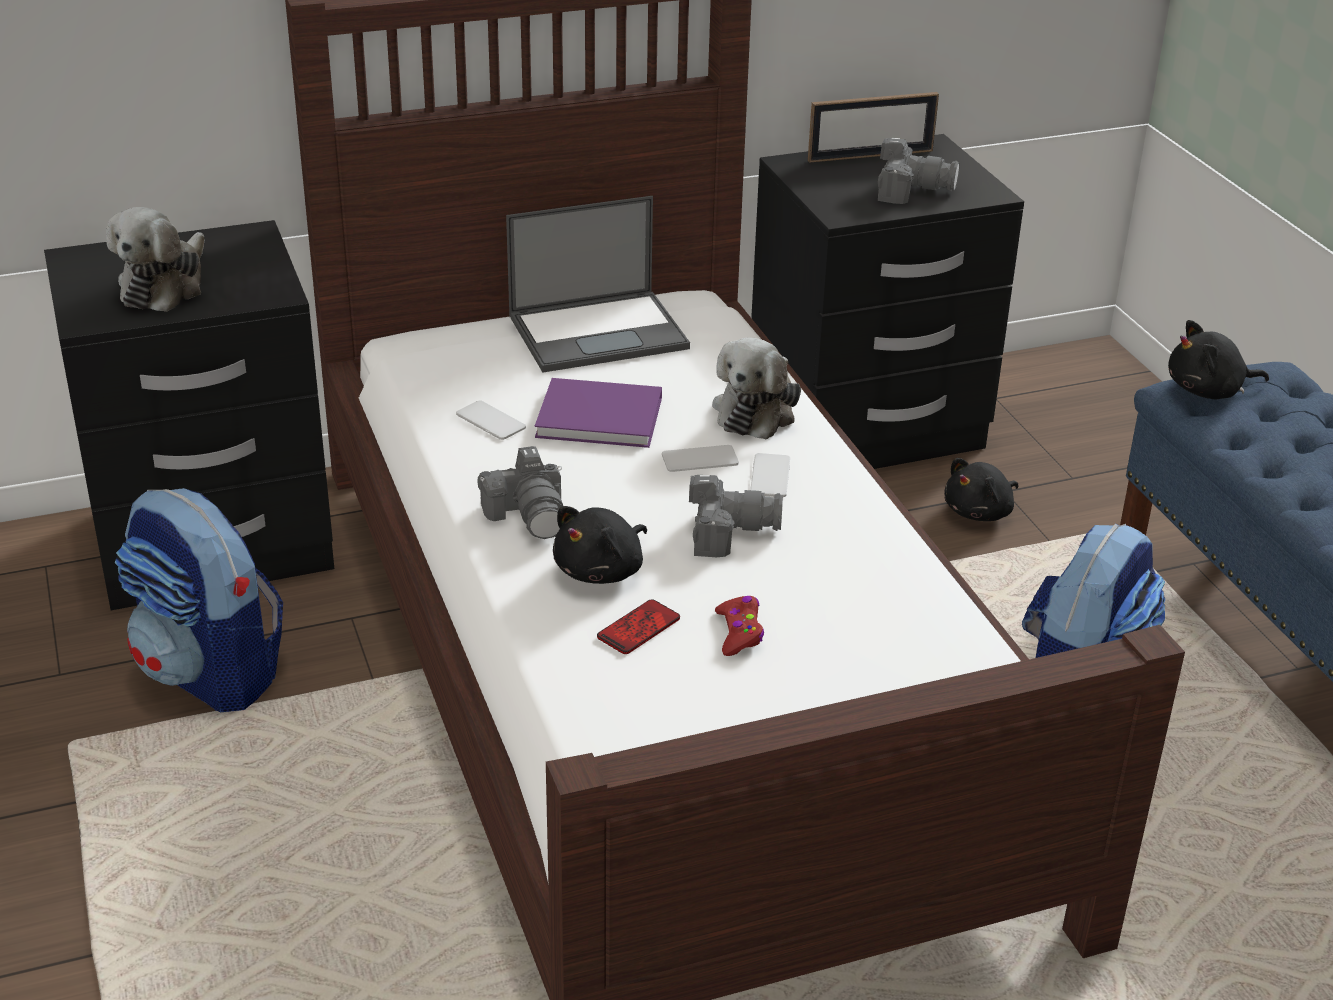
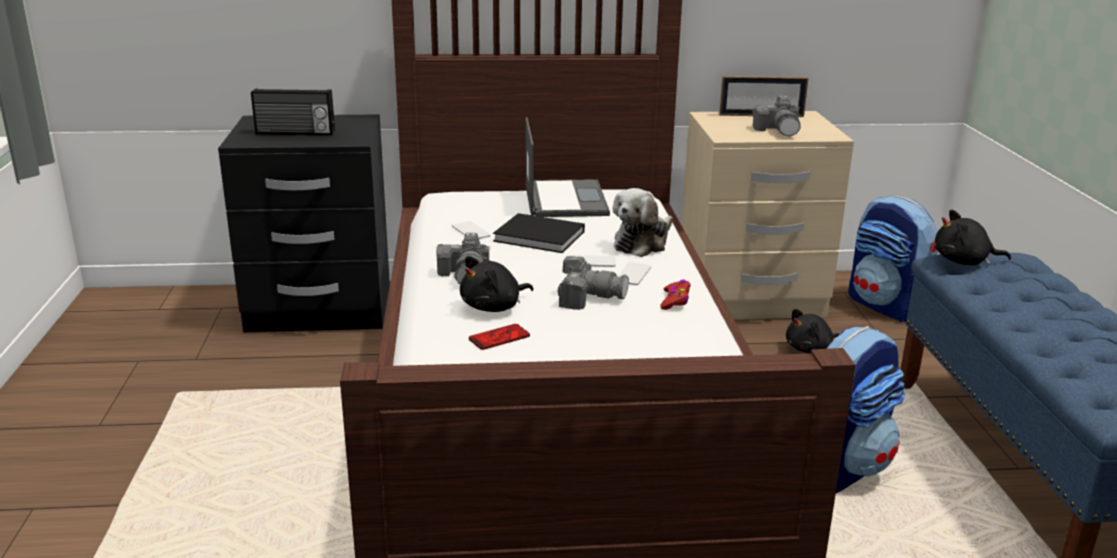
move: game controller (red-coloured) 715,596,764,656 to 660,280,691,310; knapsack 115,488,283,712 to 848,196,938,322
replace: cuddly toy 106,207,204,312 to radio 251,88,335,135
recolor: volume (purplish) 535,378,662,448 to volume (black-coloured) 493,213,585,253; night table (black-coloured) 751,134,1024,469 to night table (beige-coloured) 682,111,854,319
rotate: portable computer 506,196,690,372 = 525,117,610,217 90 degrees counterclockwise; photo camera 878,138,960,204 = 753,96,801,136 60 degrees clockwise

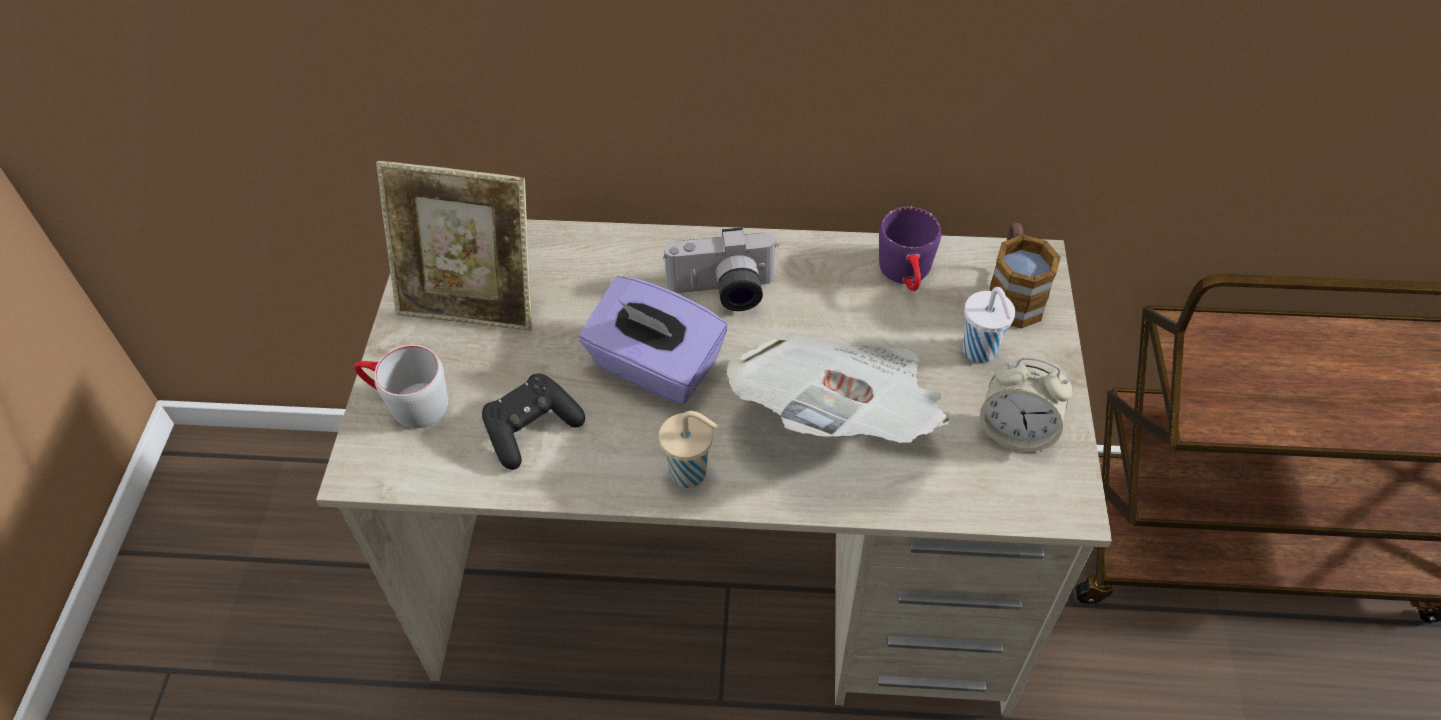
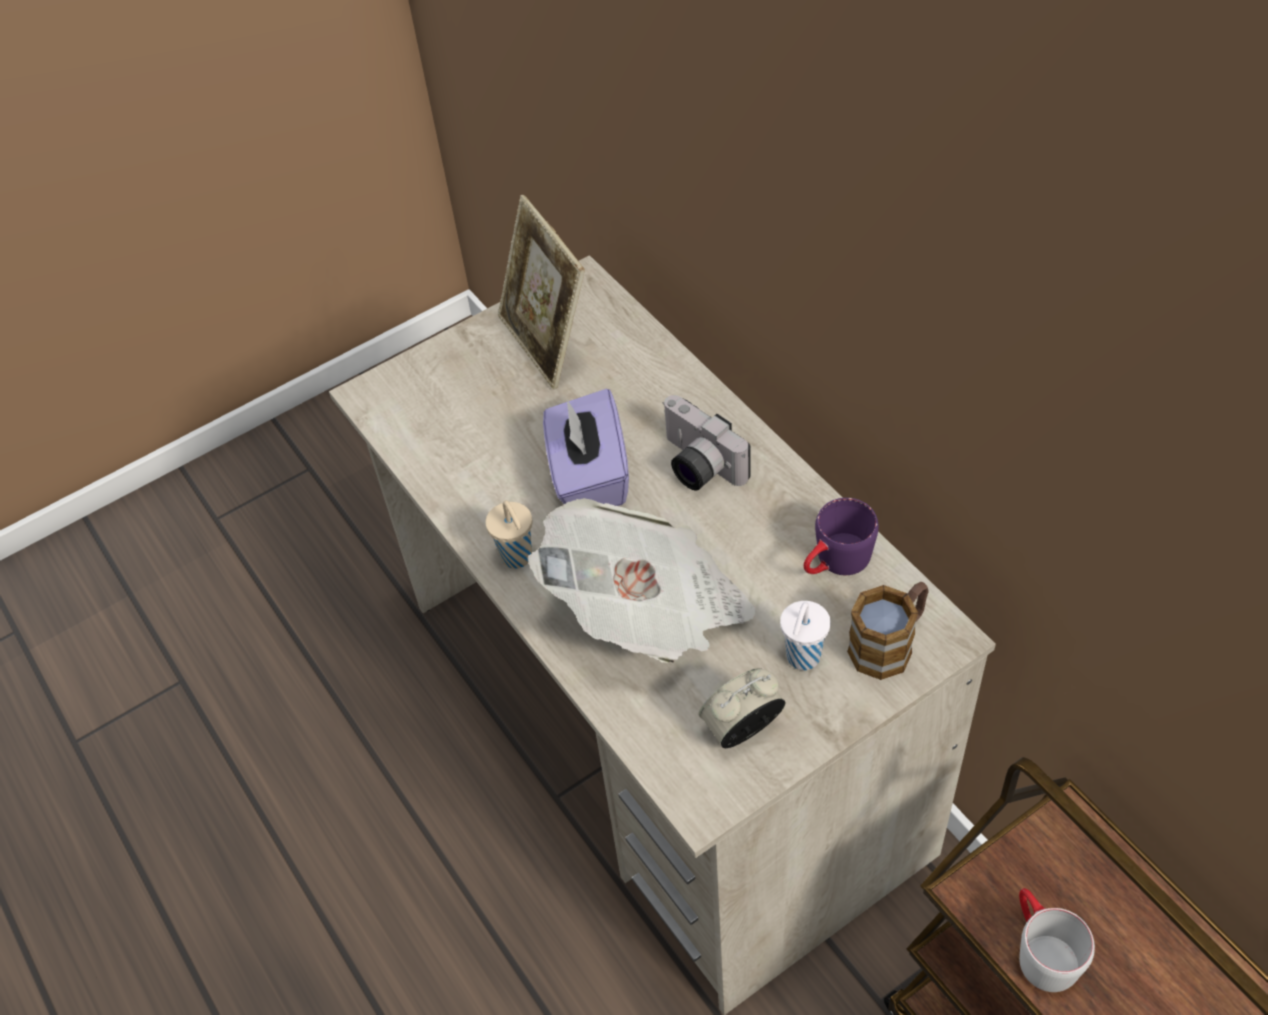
delete: game controller (black-coloured) 482,374,585,470
move: coffee mug (gray) 354,345,448,428 to 1019,888,1095,992
rotate: table clock 980,357,1073,452 = 698,668,785,748 75 degrees clockwise

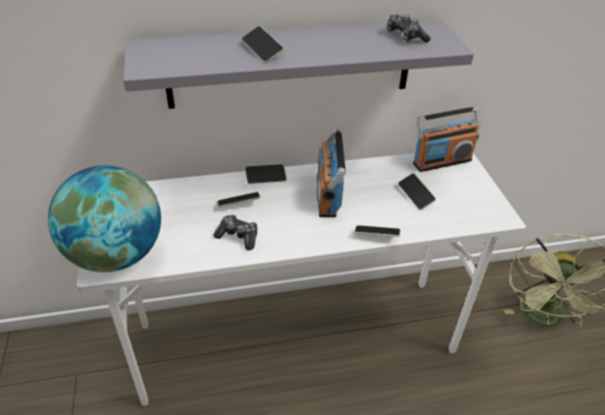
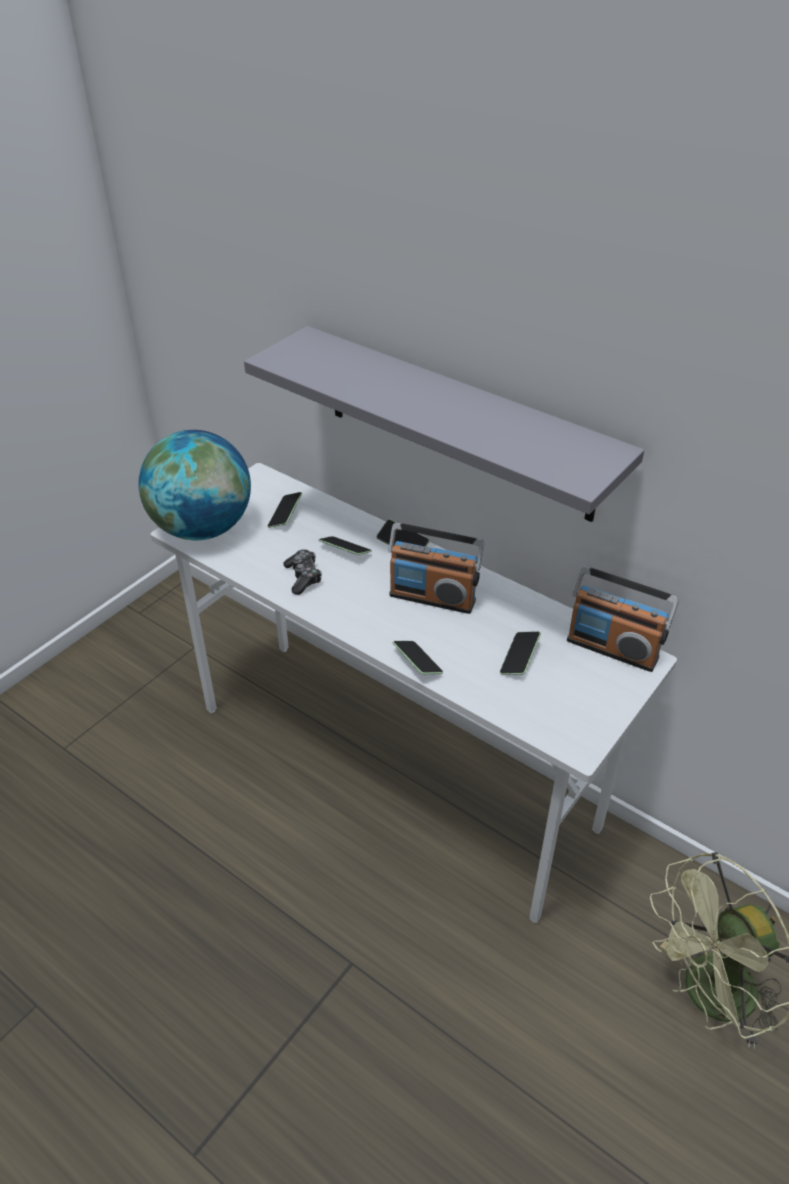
delete: game controller 387,14,431,43
move: phone 242,26,284,63 to 268,492,302,528
rotate: radio 317,128,346,217 = 388,522,484,614 120 degrees counterclockwise

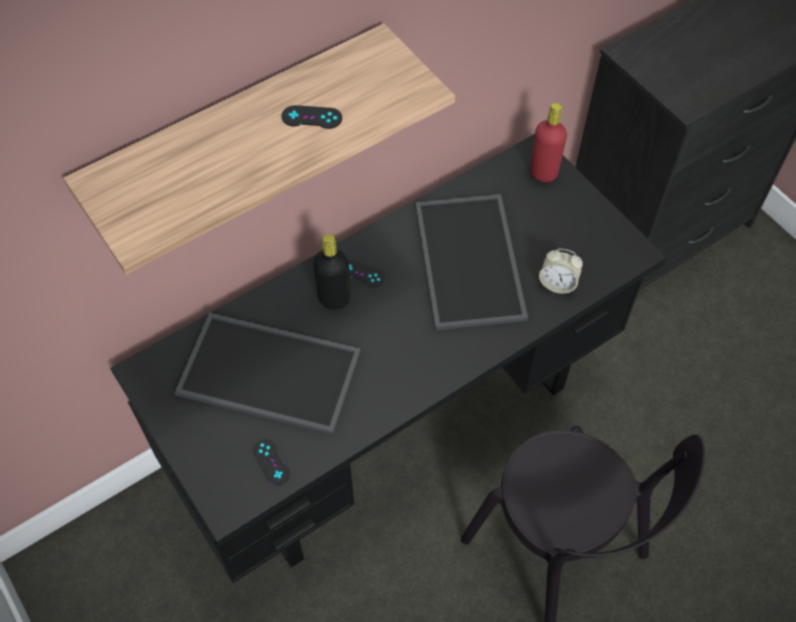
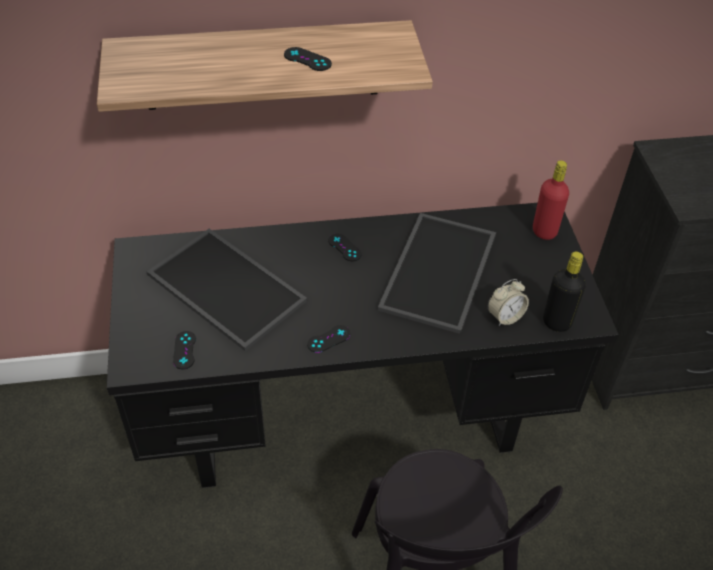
insert: game controller (black-coloured) 307,325,350,353
move: drink bottle (black-coloured) 313,234,350,310 to 543,252,586,332
rotate: table clock 539,249,583,294 = 488,279,529,326 75 degrees counterclockwise

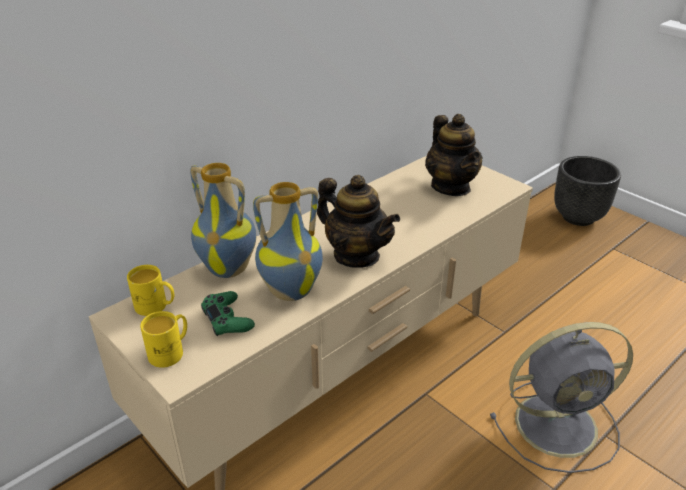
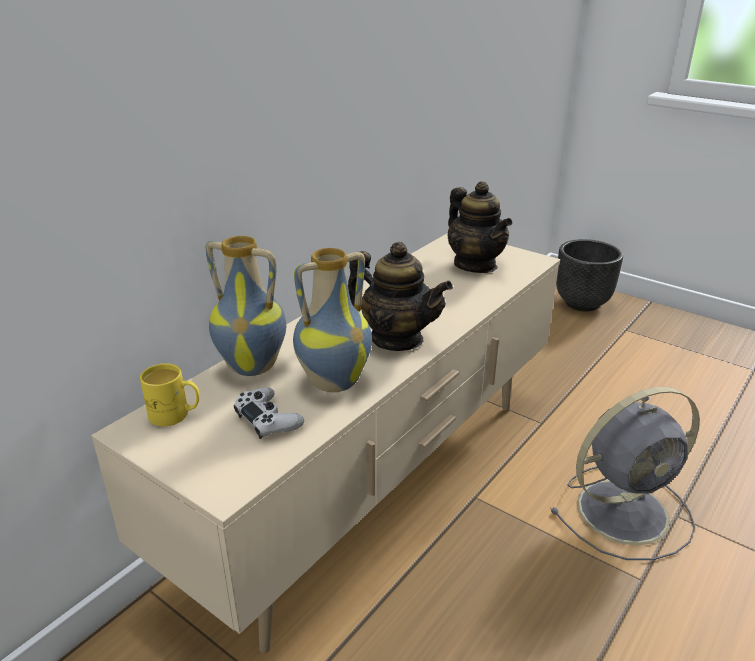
delete: coffee mug (yellow-coloured) 140,311,187,368
recolor: game controller (green-coloured) 201,291,255,336 to game controller (whitish) 234,387,304,439

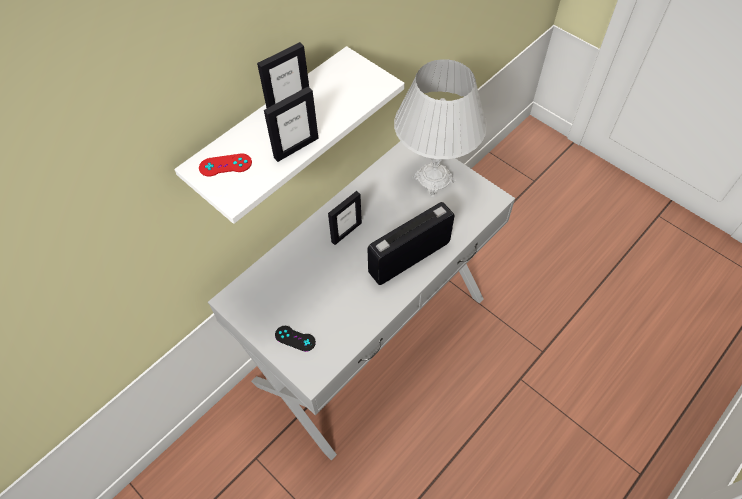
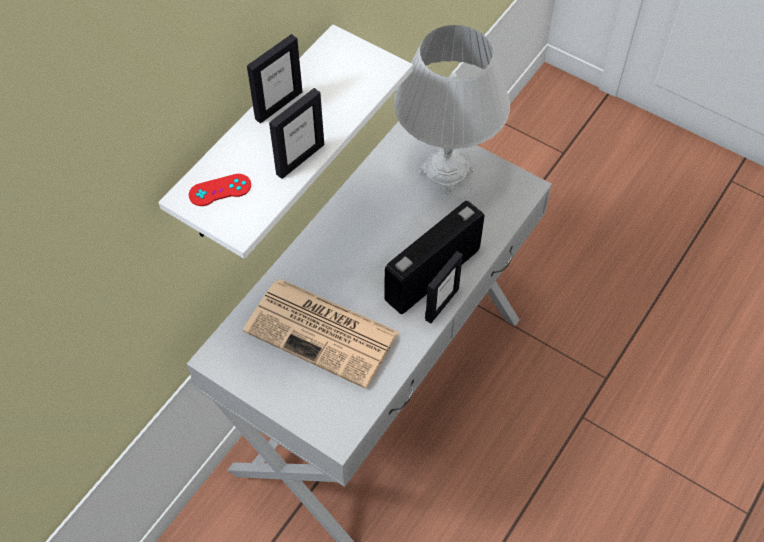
delete: game controller (black-coloured) 275,326,316,352
insert: daily paper 243,279,399,389
move: photo frame 328,191,362,245 to 425,251,463,323

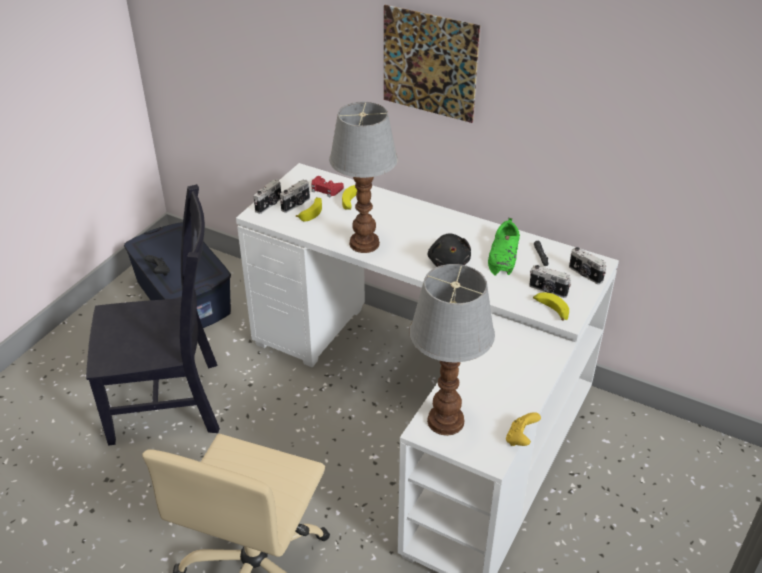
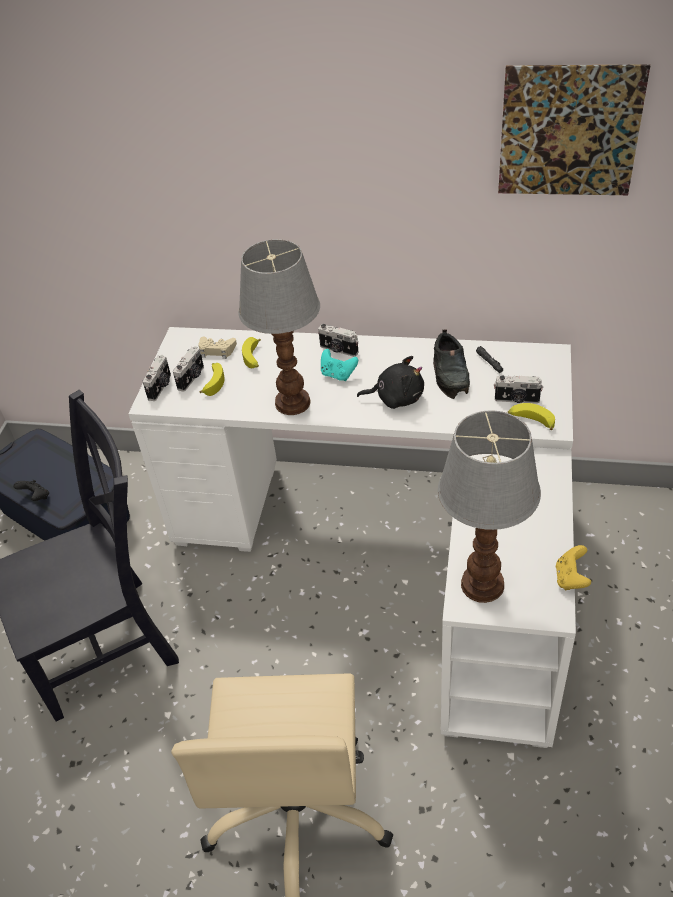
insert: game controller (turquoise-coloured) 321,349,358,381
move: photo camera 569,247,606,284 to 318,324,358,357; wall art 384,5,480,123 to 498,64,650,195
recolor: game controller (red-coloured) 311,176,344,197 to game controller (beige-coloured) 198,336,237,359; item of footwear (green-coloured) 488,218,520,276 to item of footwear (black-coloured) 433,329,470,399
rotate: cuddly toy (black-coloured) 428,233,471,267 = 357,356,424,409 60 degrees counterclockwise

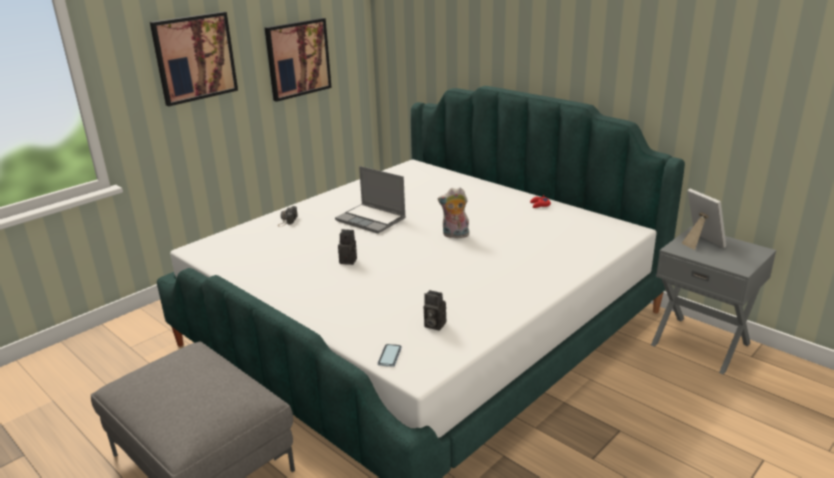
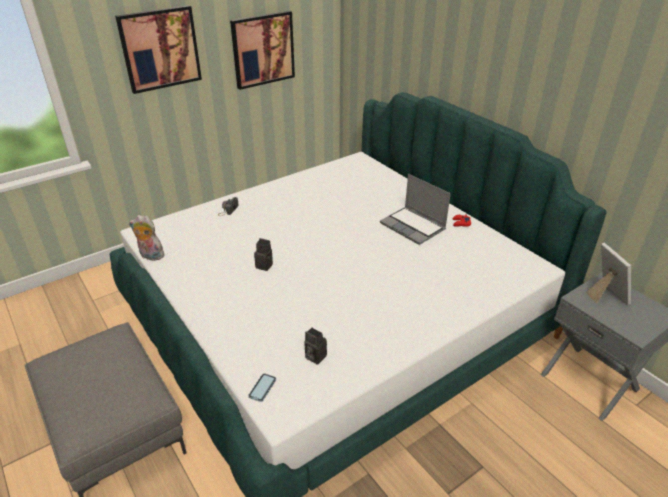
move: cuddly toy 438,188,469,238 to 129,215,164,261; portable computer 335,166,406,234 to 380,174,451,245

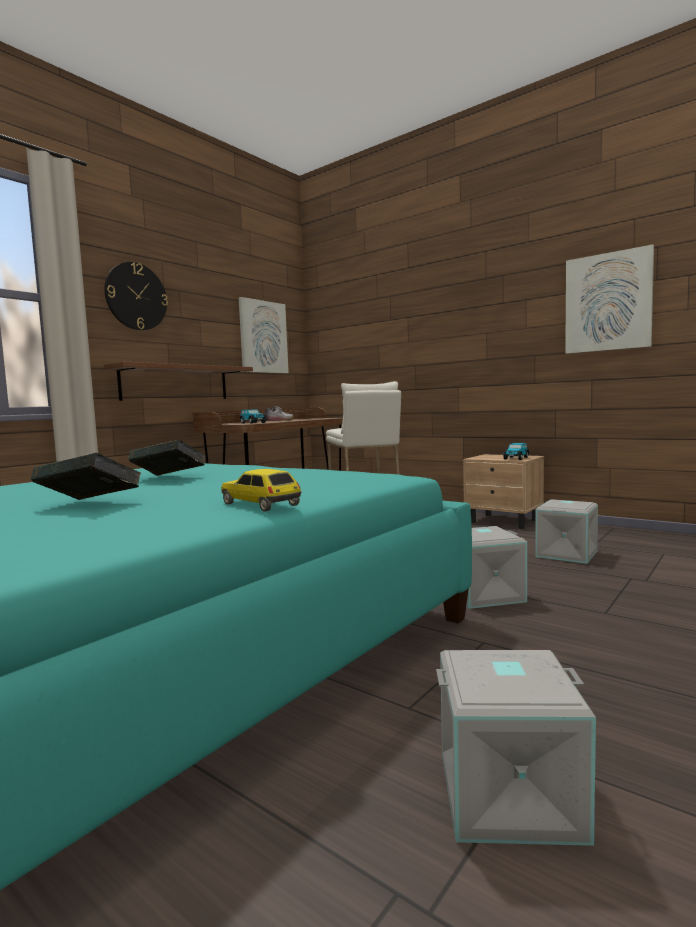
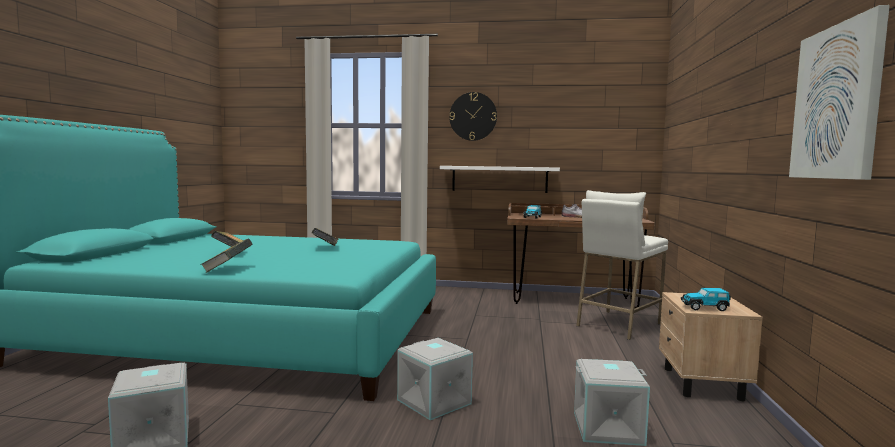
delete: wall art 239,297,289,373
replace: model car 221,469,302,512 to volume 200,238,253,273
recolor: wall shelf (brown) 103,362,253,401 to wall shelf (whitish) 440,166,560,193

